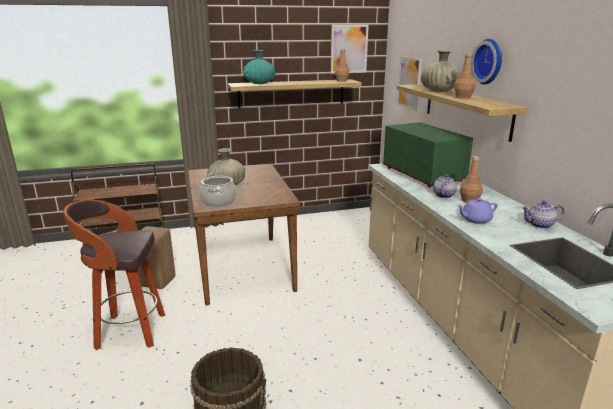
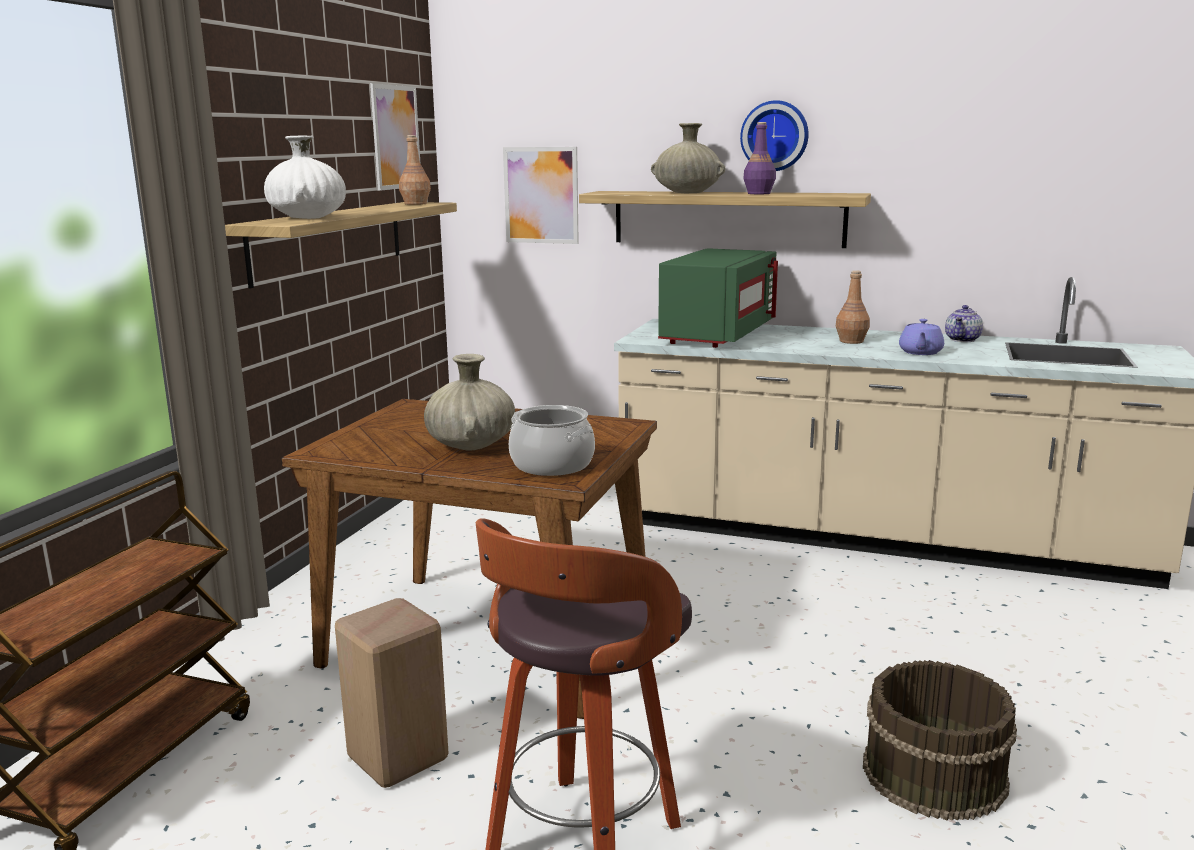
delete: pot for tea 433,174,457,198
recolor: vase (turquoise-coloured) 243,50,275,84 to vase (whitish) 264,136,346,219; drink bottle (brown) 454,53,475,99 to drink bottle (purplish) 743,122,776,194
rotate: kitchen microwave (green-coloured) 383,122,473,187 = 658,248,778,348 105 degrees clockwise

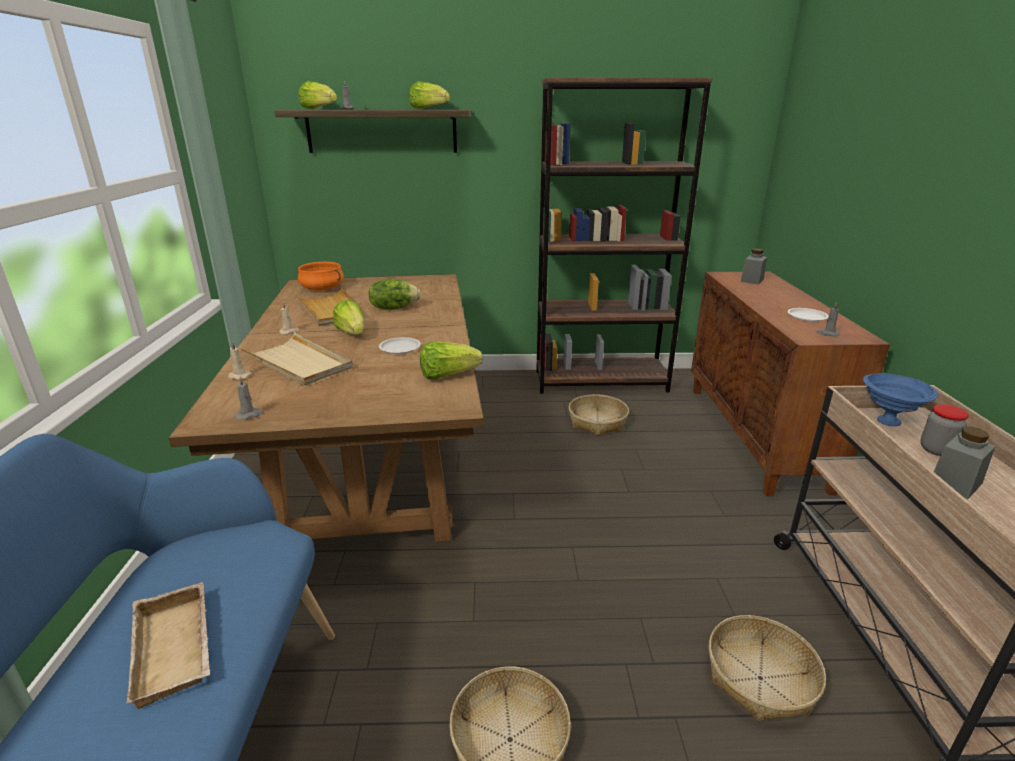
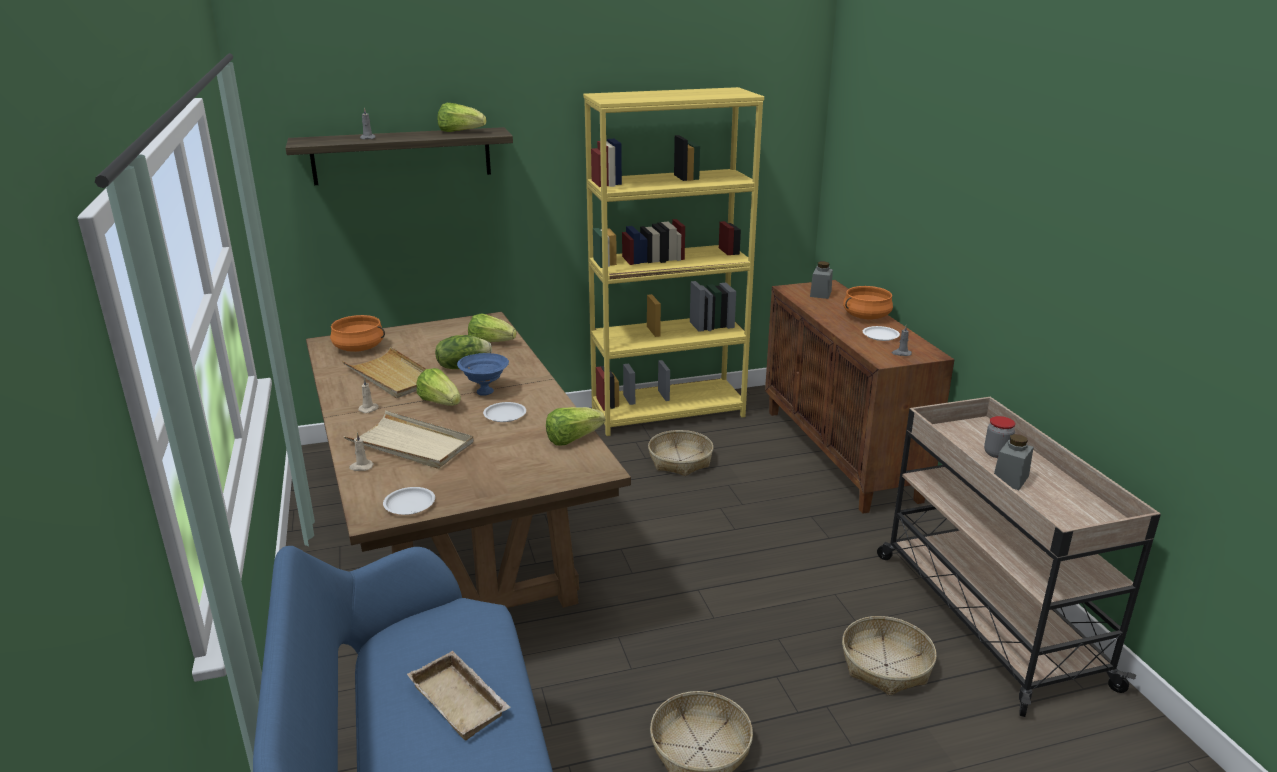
insert: saucepot (orange-coloured) 843,286,893,320
move: deep dish (blue-coloured) 863,373,938,427 to 457,353,509,395; lettuce 298,81,337,109 to 468,313,517,342
replace: wax candle (gray) 235,376,264,420 to flat dish (whitish) 383,487,435,515
recolor: bookcase (brown) 536,77,712,394 to bookcase (yellow-coloured) 583,87,764,436

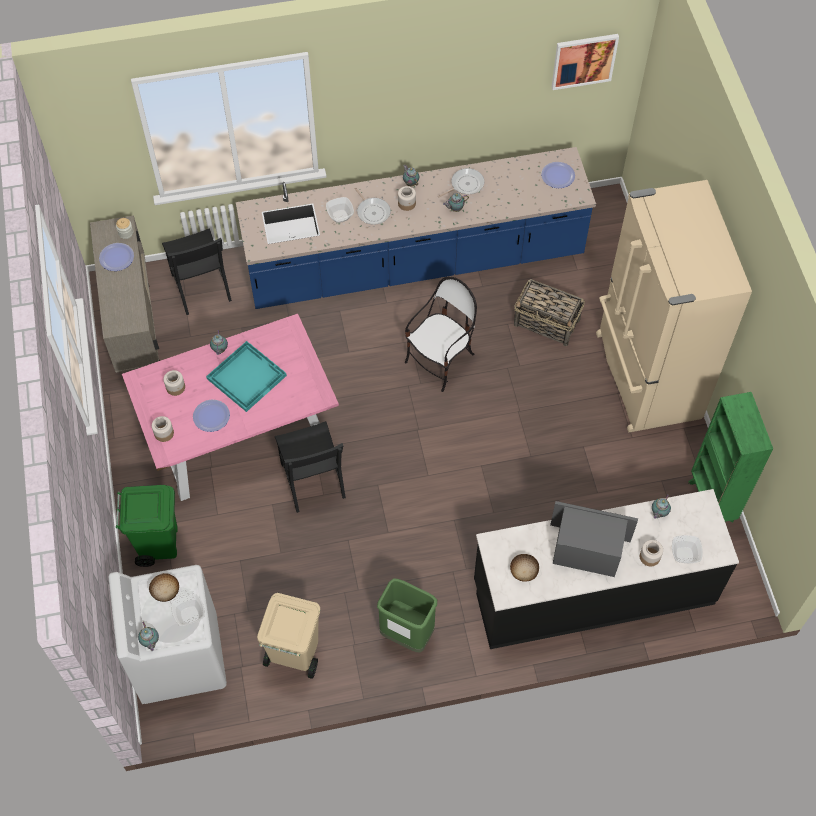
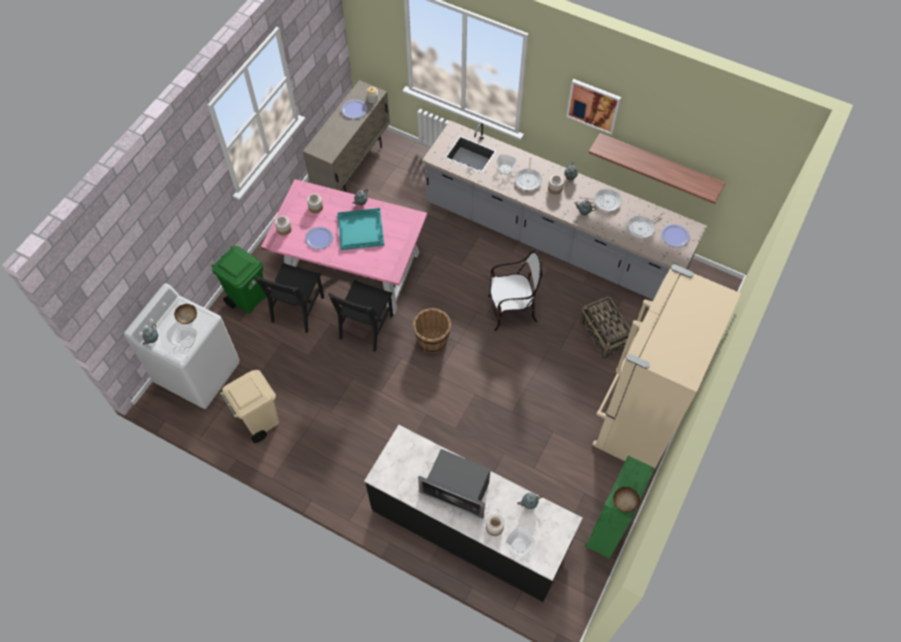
delete: waste bin (green-coloured) 377,578,437,653
insert: bucket (brown) 413,308,451,353; wall shelf 588,133,725,204; pan 627,213,663,239
move: chair (black-coloured) 162,229,232,315 to 255,263,324,333; wall art 552,34,619,90 to 566,79,621,135; deep dish 510,554,539,582 to 613,487,640,513
recolor: kitchen base unit (blue-coloured) 236,147,596,309 to kitchen base unit (gray) 422,120,707,300
rotate: kitchen microwave 550,501,638,577 = 418,449,491,519 150 degrees clockwise

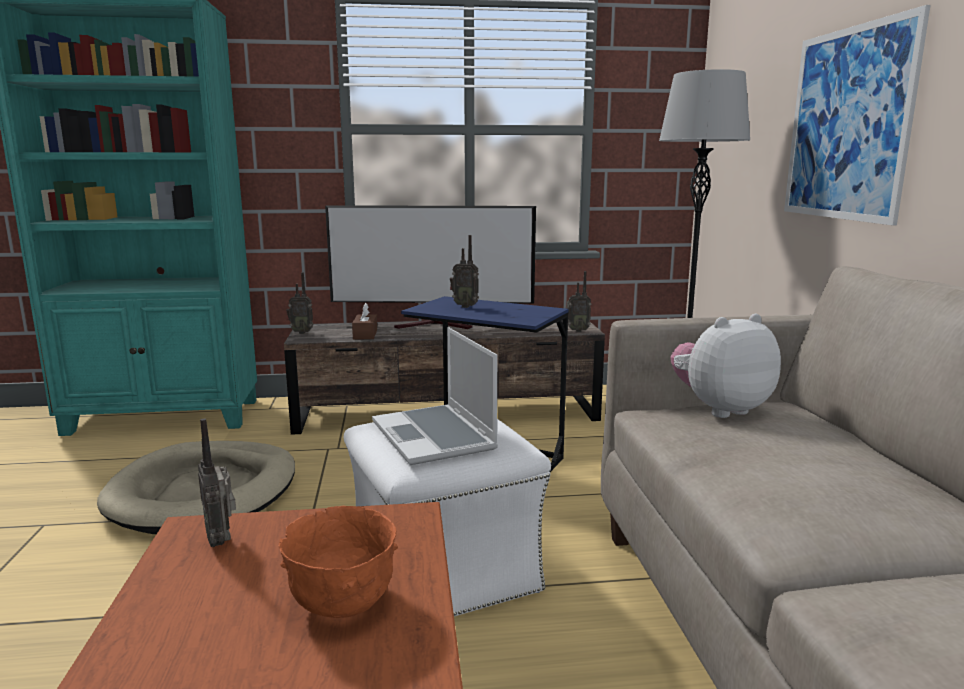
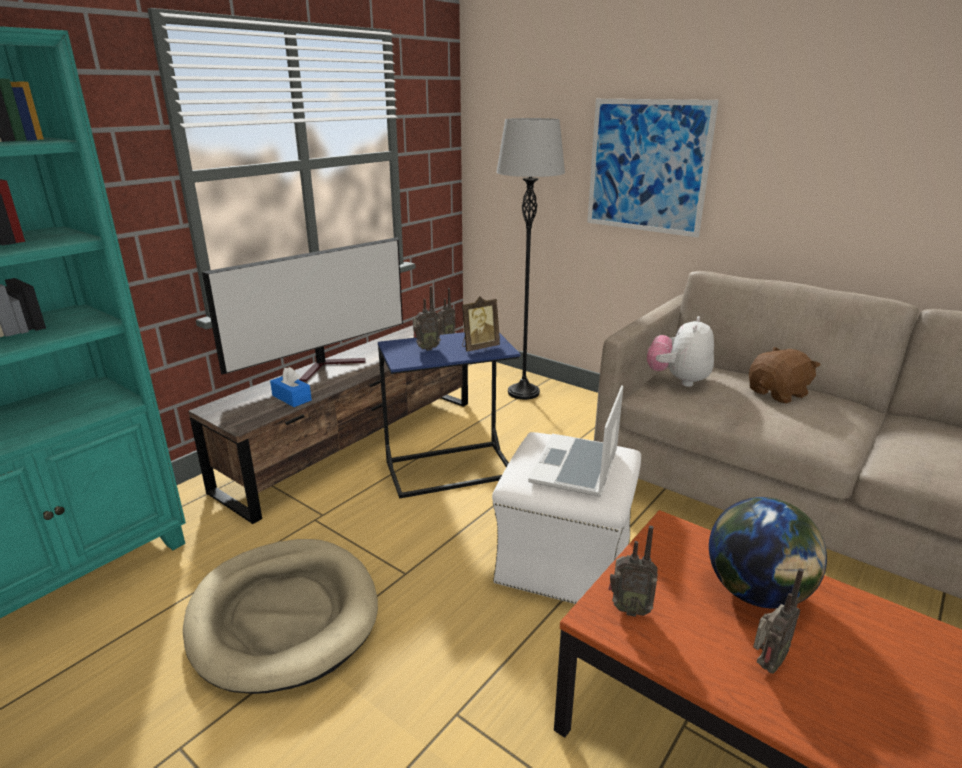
insert: photo frame 462,296,500,352; cuddly toy (brown) 749,347,821,404
move: radio 286,272,314,334 to 753,568,804,674
replace: deep dish (orange-coloured) 278,506,398,618 to desk globe 709,497,827,609
recolor: tissue box (brown) 352,303,377,340 to tissue box (blue-coloured) 270,367,312,407
rotate: portable computer 372,327,498,465 = 528,385,623,497 90 degrees clockwise

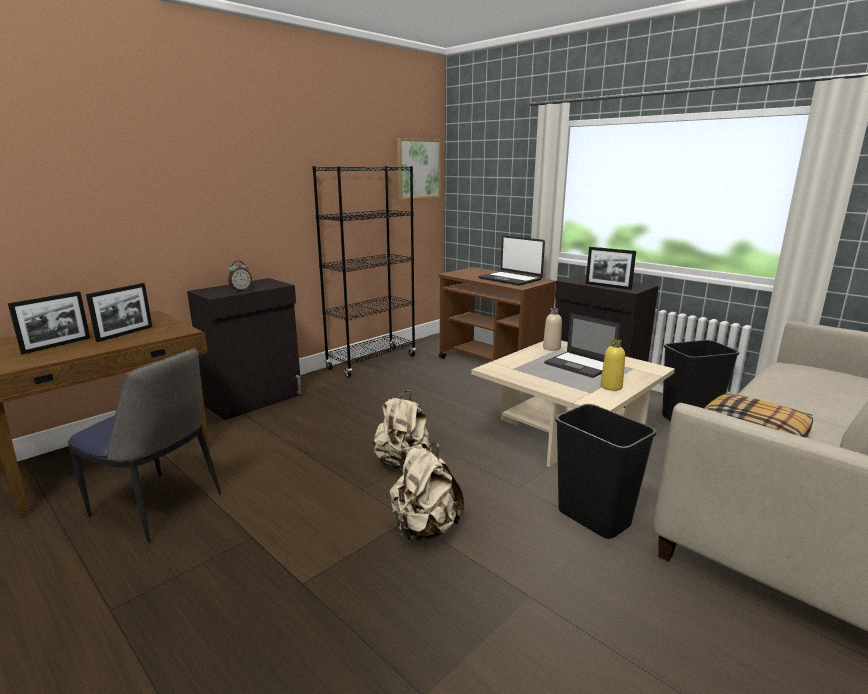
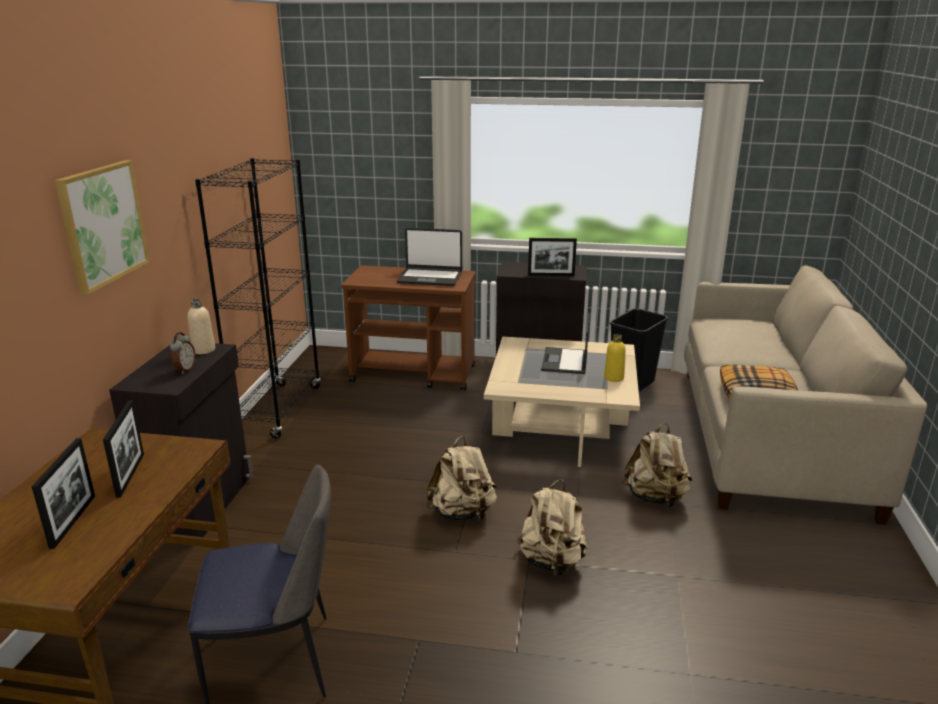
move: wall art 397,138,441,199 to 55,160,150,295; drink bottle (beige-coloured) 543,308,562,351 to 187,299,215,354
replace: waste bin (black-coloured) 555,404,656,539 to knapsack (beige-coloured) 622,423,692,507
rotate: portable computer 544,313,620,378 = 541,312,590,374 90 degrees clockwise

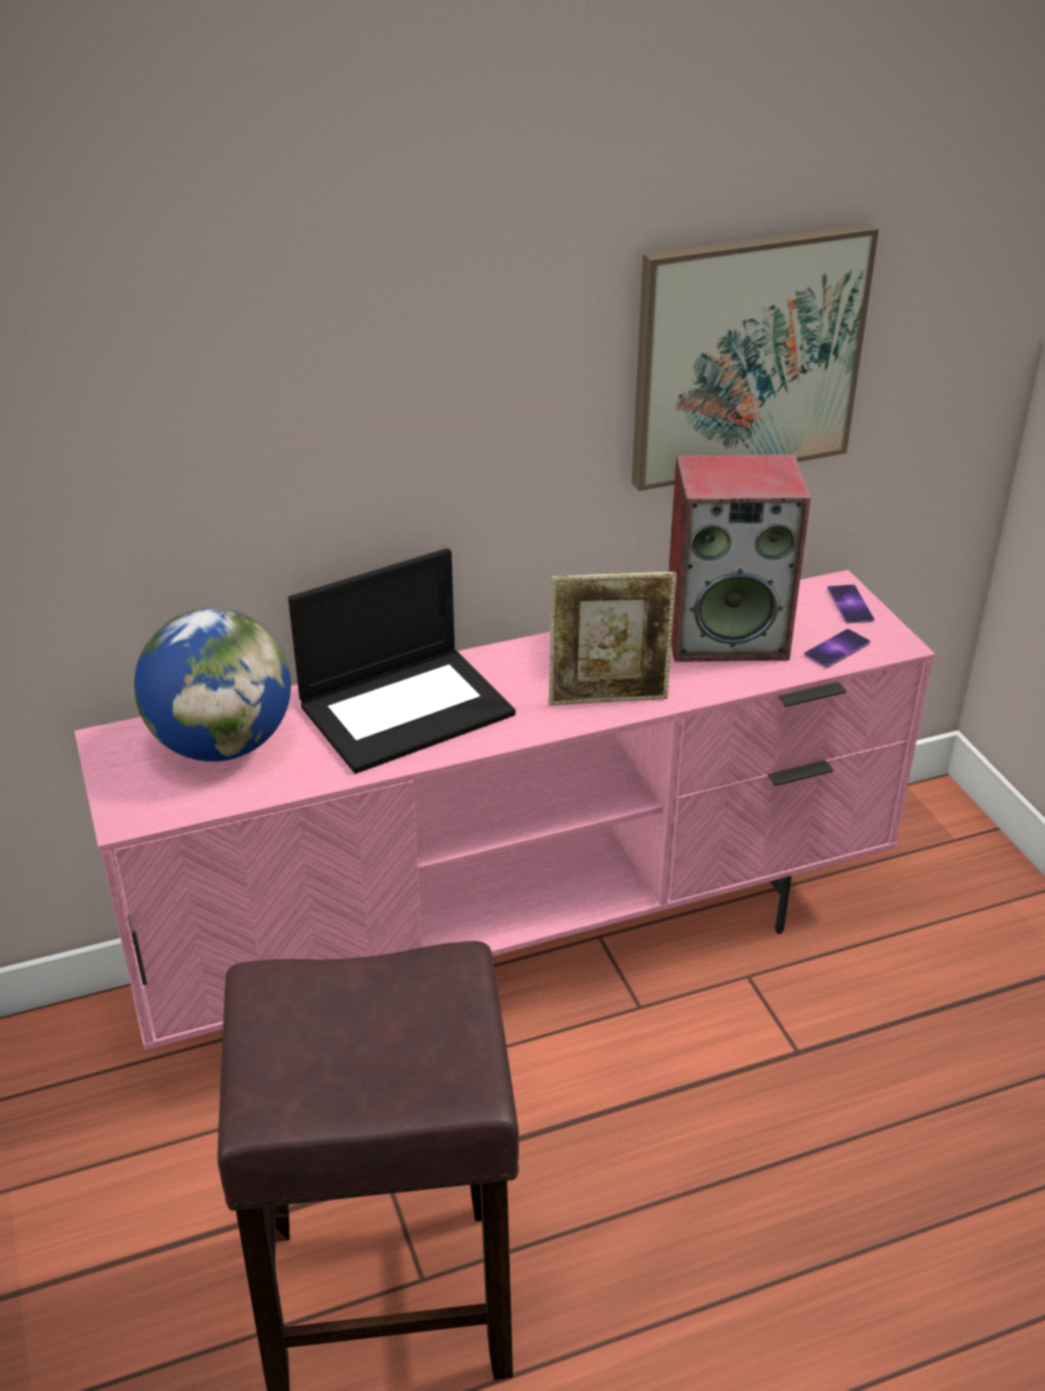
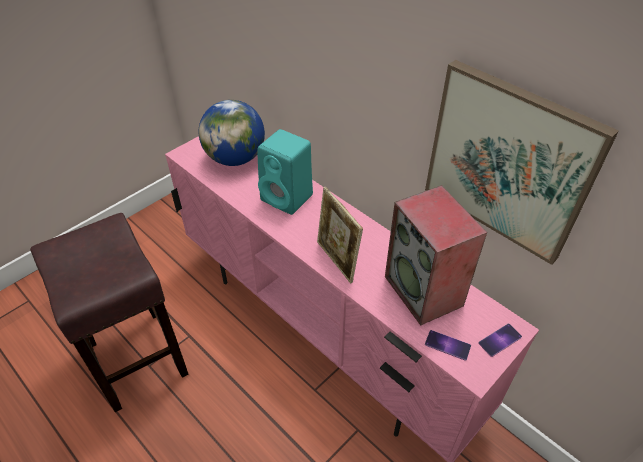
replace: portable computer 288,548,515,774 to speaker (turquoise-coloured) 257,129,313,215

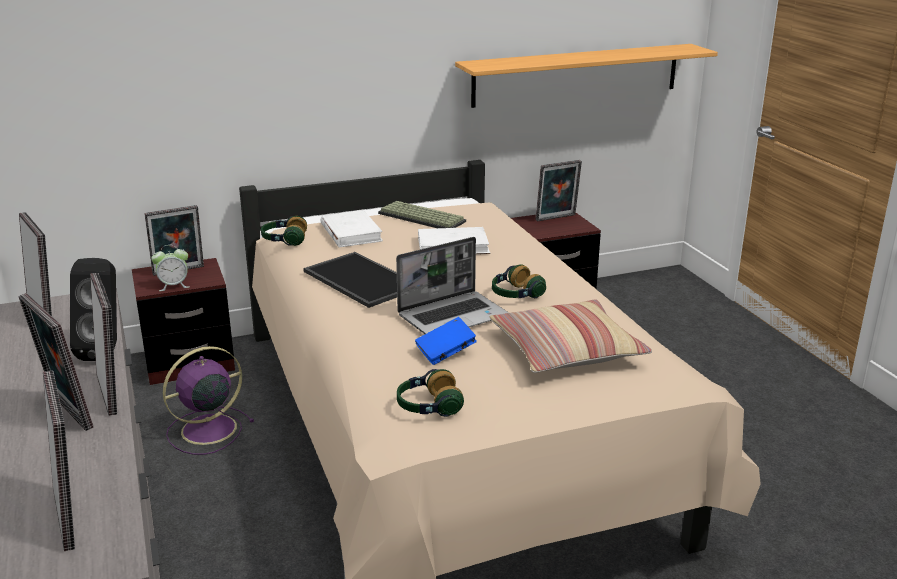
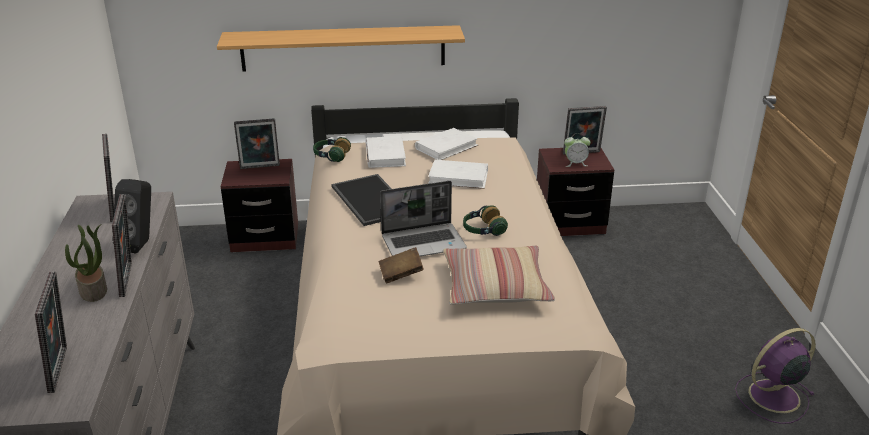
delete: headphones 397,369,464,417
move: wall shelf 455,44,718,108 to 217,25,465,72; table clock 151,245,189,291 to 564,133,591,167; fan (purplish) 163,346,254,455 to 735,328,816,424
replace: photo frame 18,293,94,431 to houseplant 65,224,107,302; PC keyboard 378,201,466,228 to volume (whitish) 415,128,478,160
recolor: volume (blue-coloured) 415,317,477,365 to volume (brown) 379,247,424,283

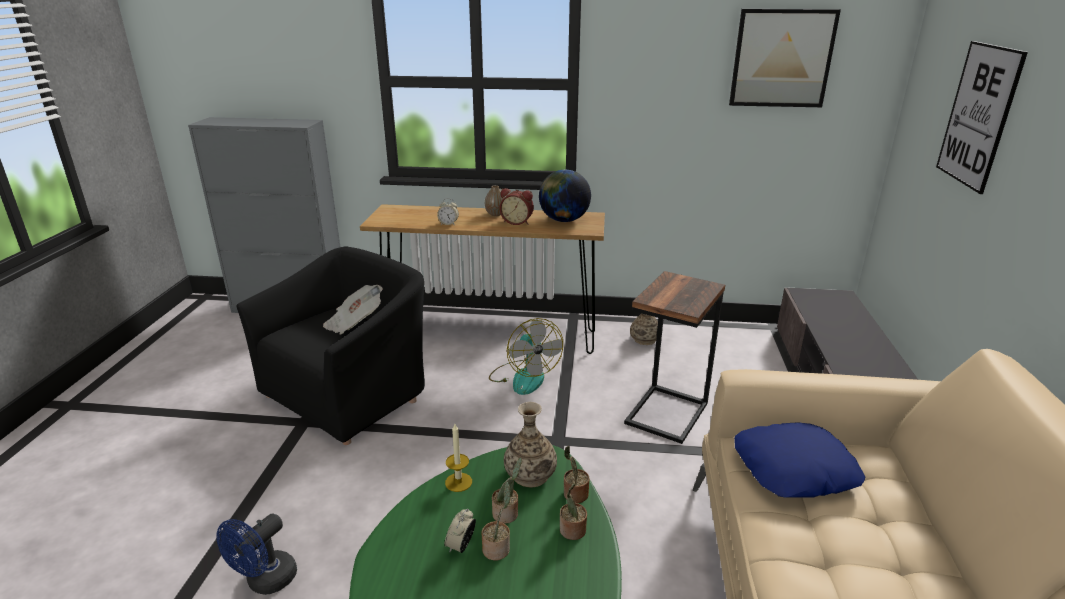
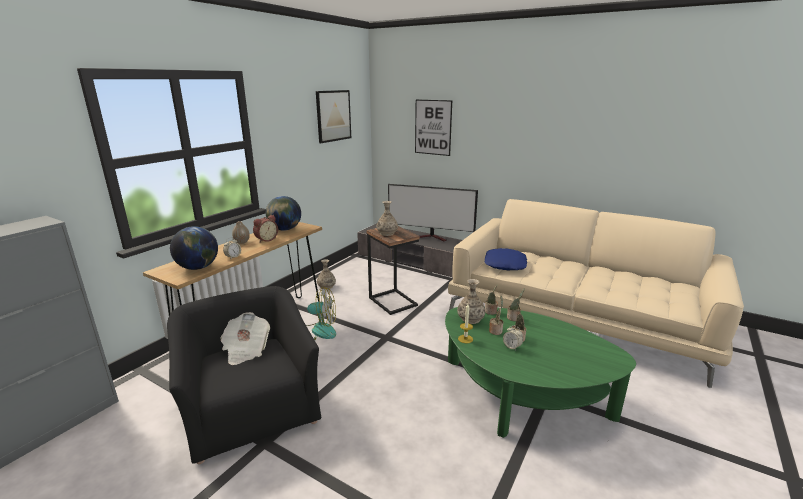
delete: fan (blue-coloured) 216,513,297,595
insert: desk globe 170,226,218,270; vase 377,201,398,236; television 388,184,478,241

